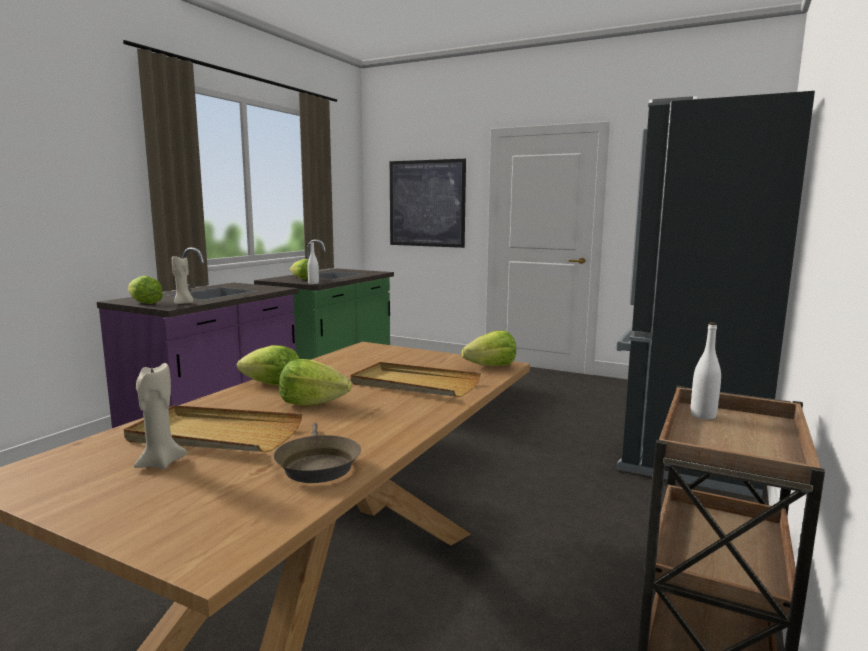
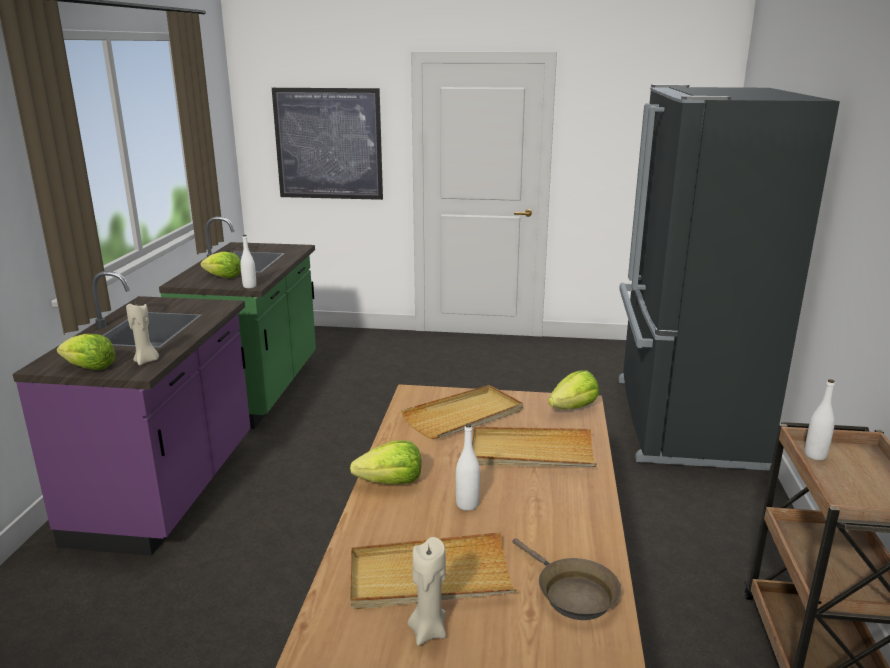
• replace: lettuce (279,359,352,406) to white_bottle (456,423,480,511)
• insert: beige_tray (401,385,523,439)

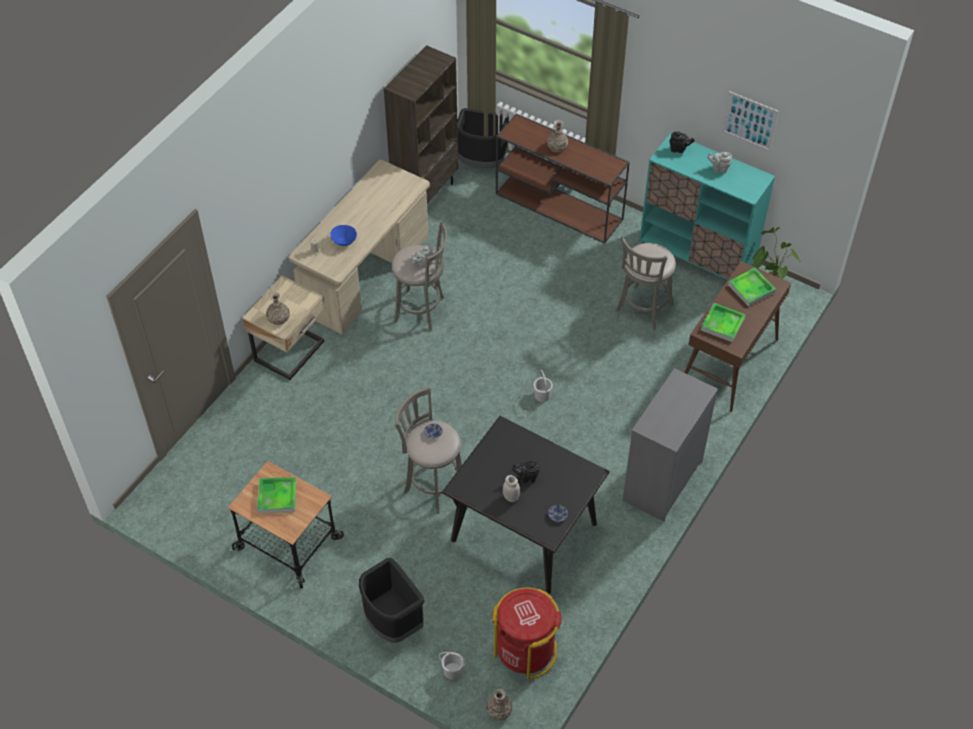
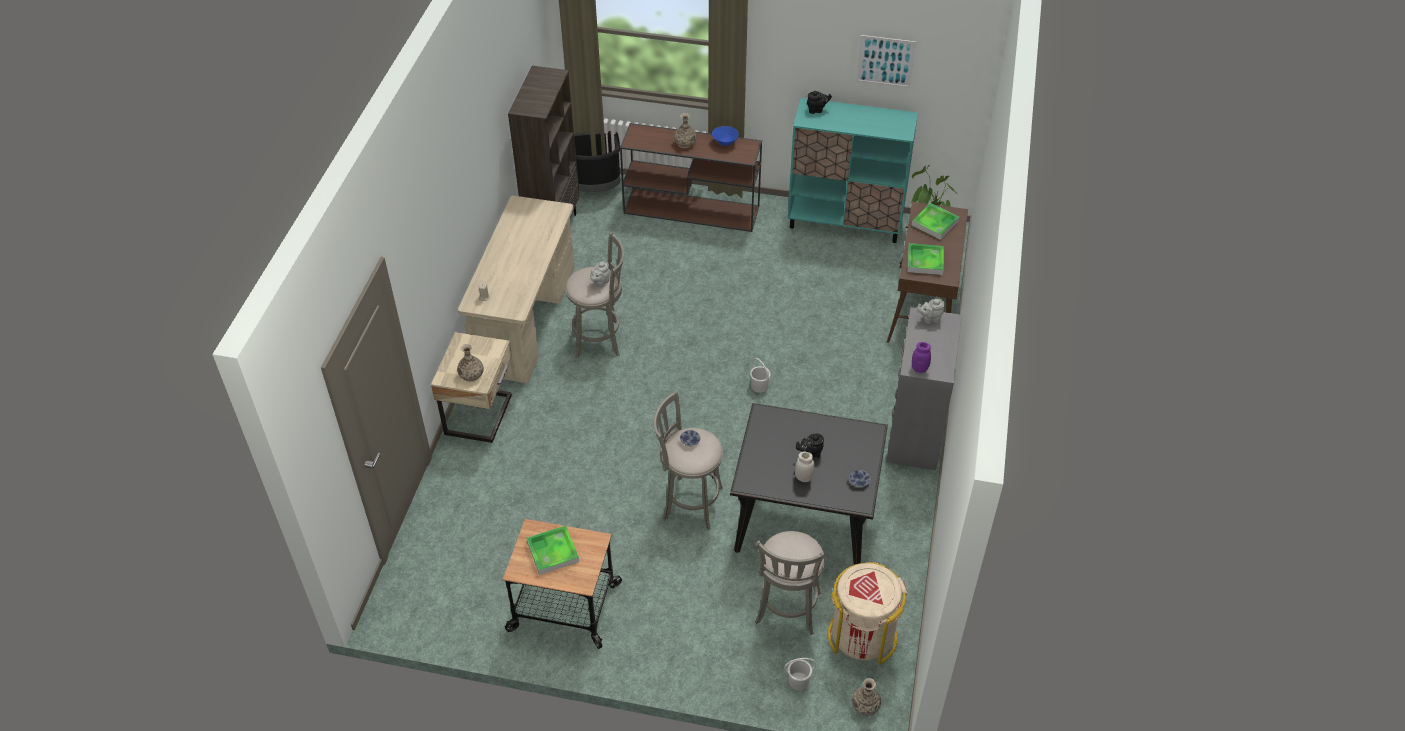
• move: blue_bowl (330,225,357,246) to (712,126,739,146)
• delete: black_trash_can (359,558,424,643)
• recolor: red_trash_can (492,588,562,680) to beige_trash_can (828,562,907,664)
• move: grey_stool (615,235,676,330) to (755,531,825,635)
• move: grey_teapot (707,152,732,173) to (917,299,945,324)
• insert: purple_jar (912,342,931,373)

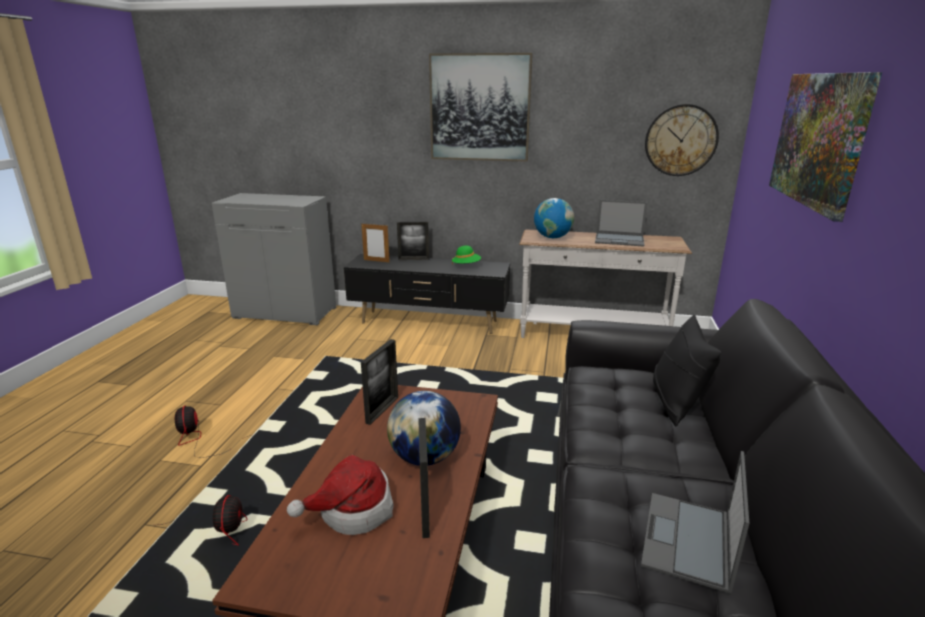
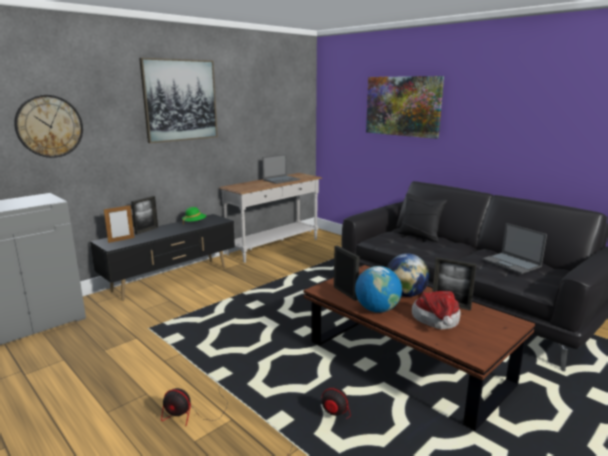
• move: globe (534,198,574,238) to (355,266,402,313)
• move: wall_clock (645,104,719,176) to (14,95,83,158)

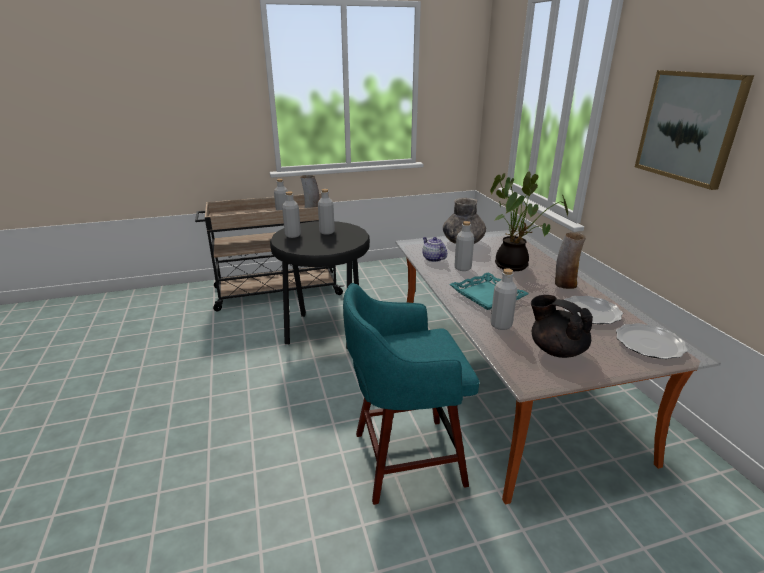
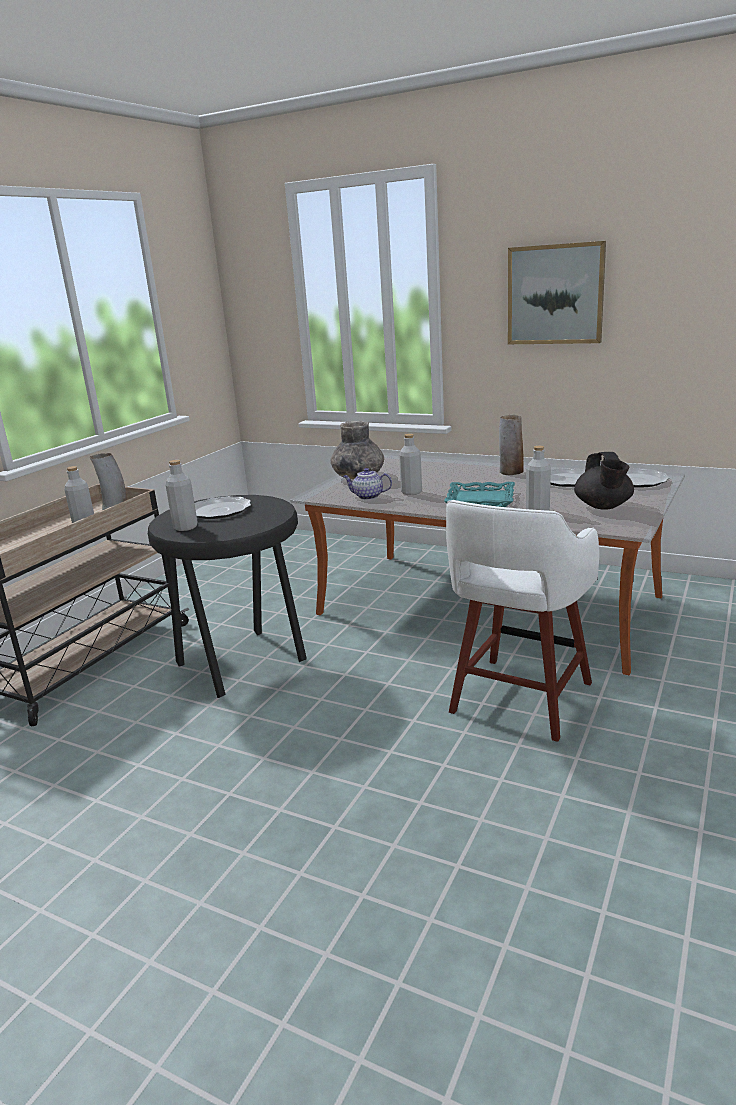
• replace: grey_bottle (318,189,335,235) to plate (195,496,251,519)
• recolor: turquoise_stool (343,283,479,505) to white_stool (446,500,599,742)
• delete: potted_plant (490,172,568,271)
• rotate: black_teapot (531,295,593,358) = (574,452,634,510) 90 degrees counterclockwise

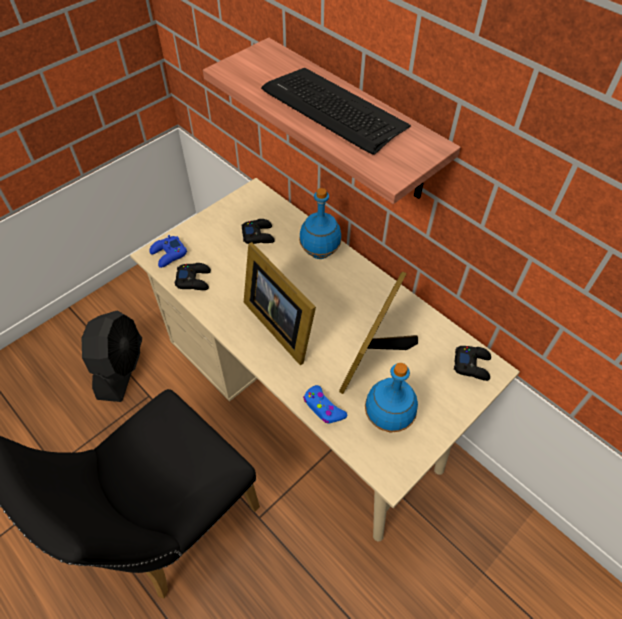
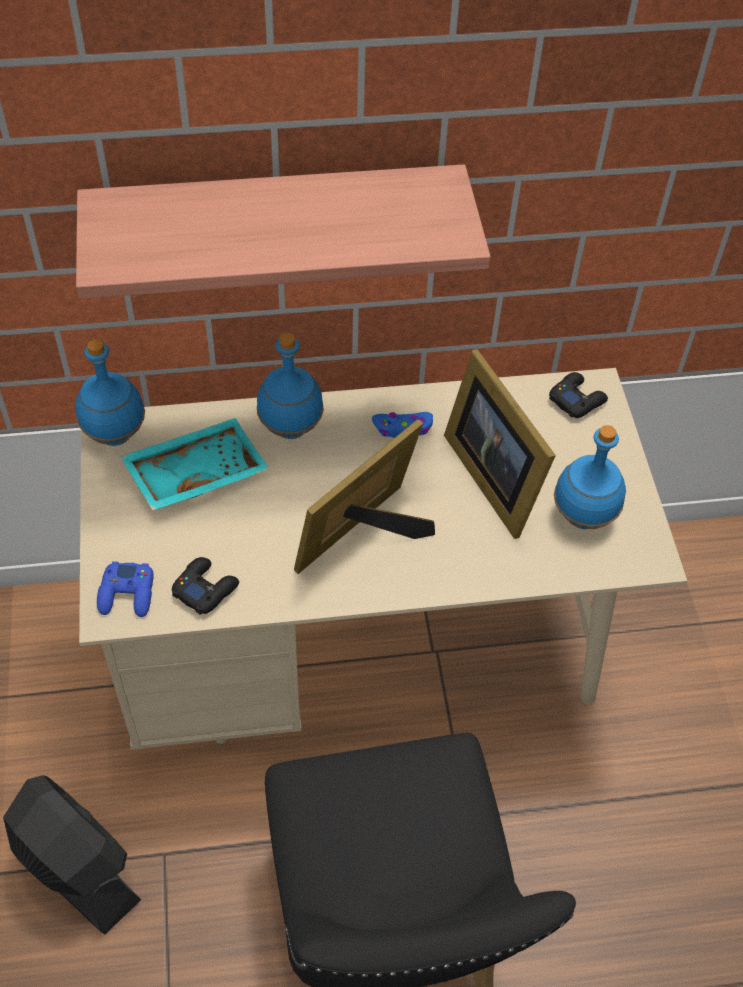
• replace: black_game_controller (242,219,275,244) to turquoise_tray (120,418,269,511)
• rotate: picture_frame (244,242,316,365) = (294,420,435,574) 135 degrees clockwise
• delete: keyboard (261,68,411,155)
• move: blue_game_controller (303,385,347,424) to (372,412,433,438)
• insert: blue_bottle (75,339,145,446)

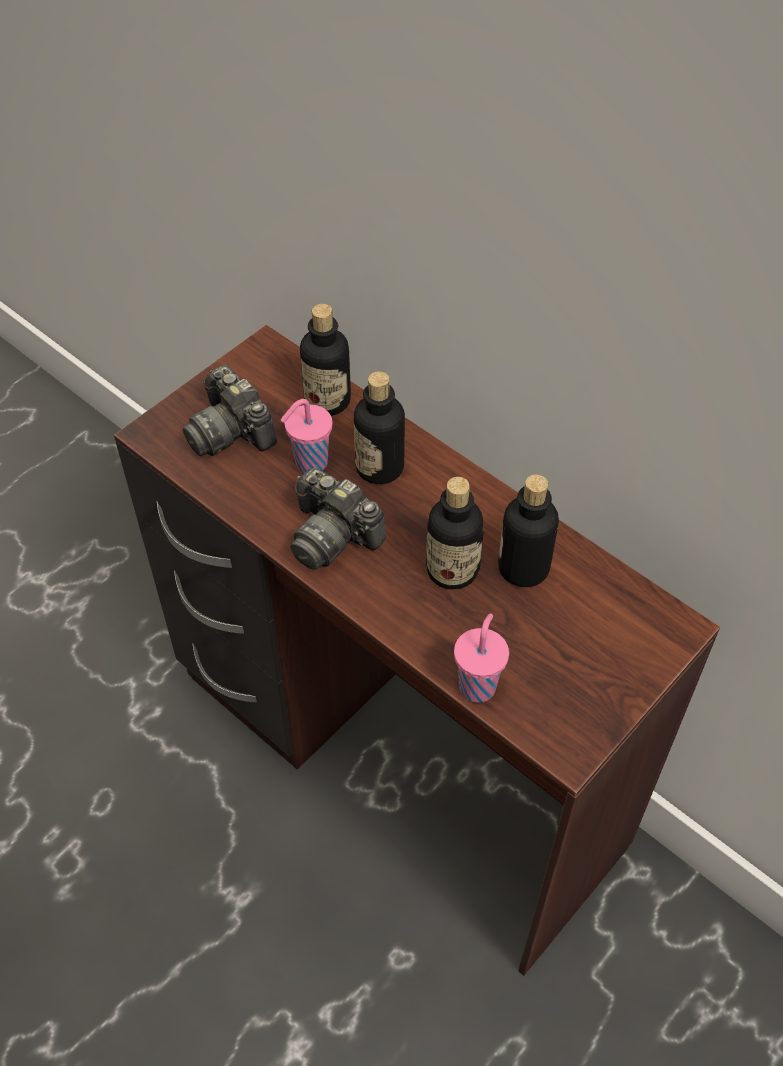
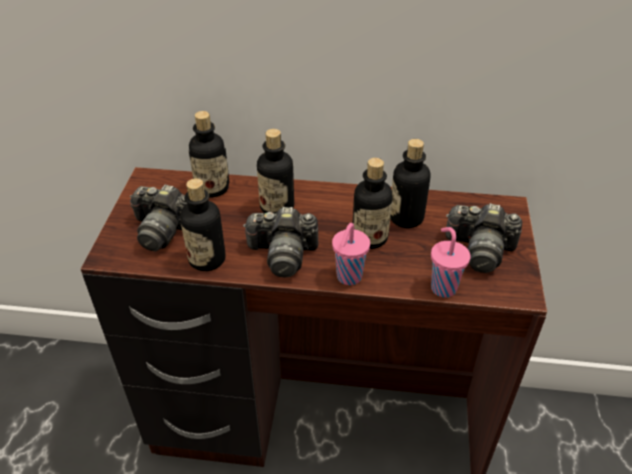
• move: pink_cup (281,399,333,473) to (332,223,370,285)
• insert: bottle (180,178,226,271)
• insert: photo_camera (445,203,522,273)

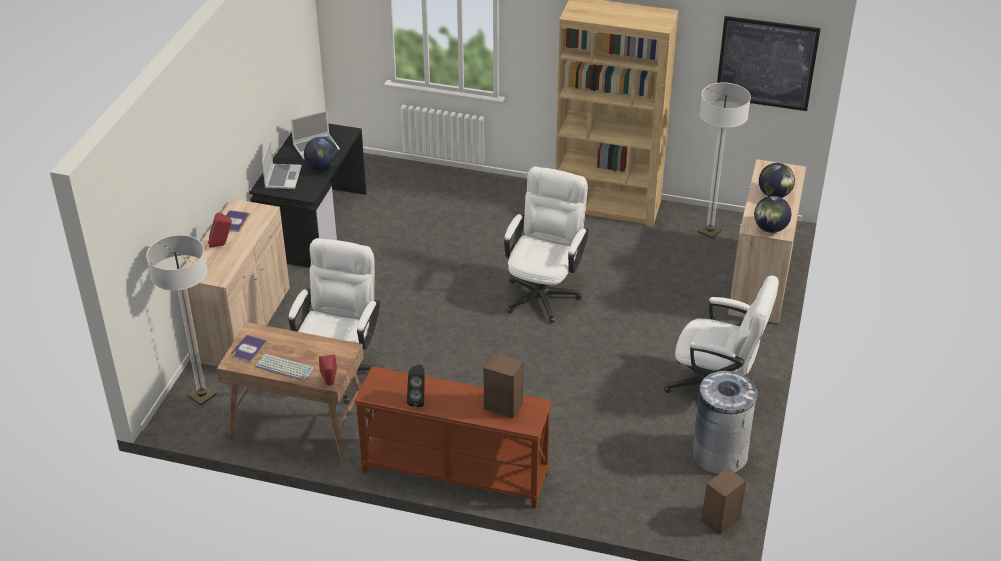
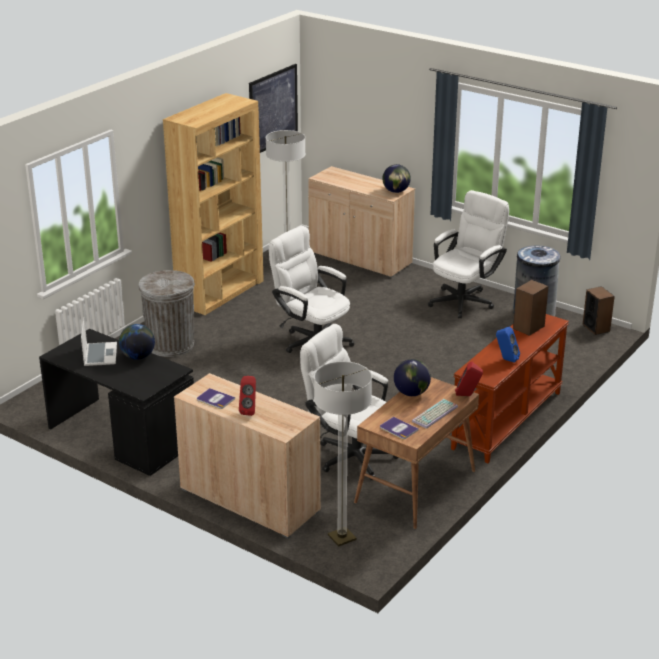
• delete: laptop (262,140,302,189)
• recolor: black_speaker (407,365,425,407) to blue_speaker (496,327,520,363)
• move: globe (759,163,795,198) to (394,359,431,396)
• insert: grey_trash_can (138,270,195,357)

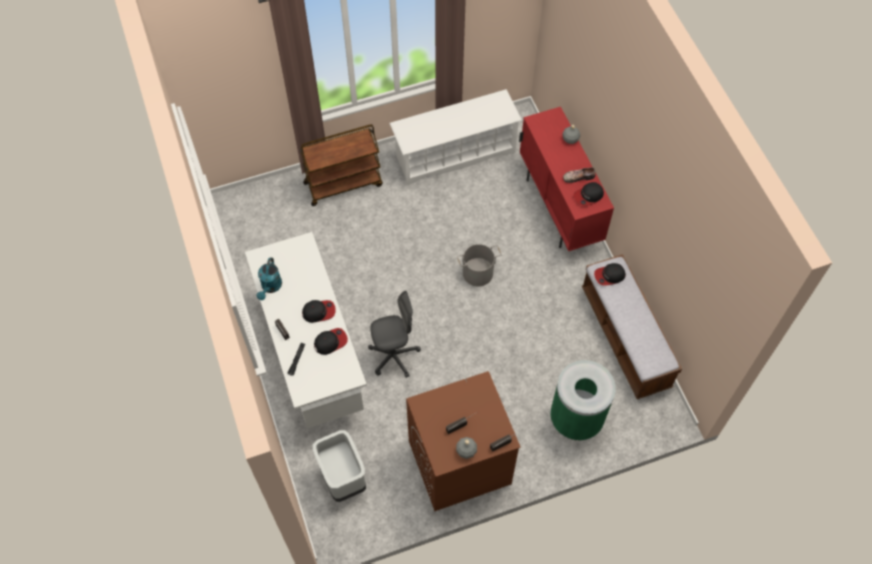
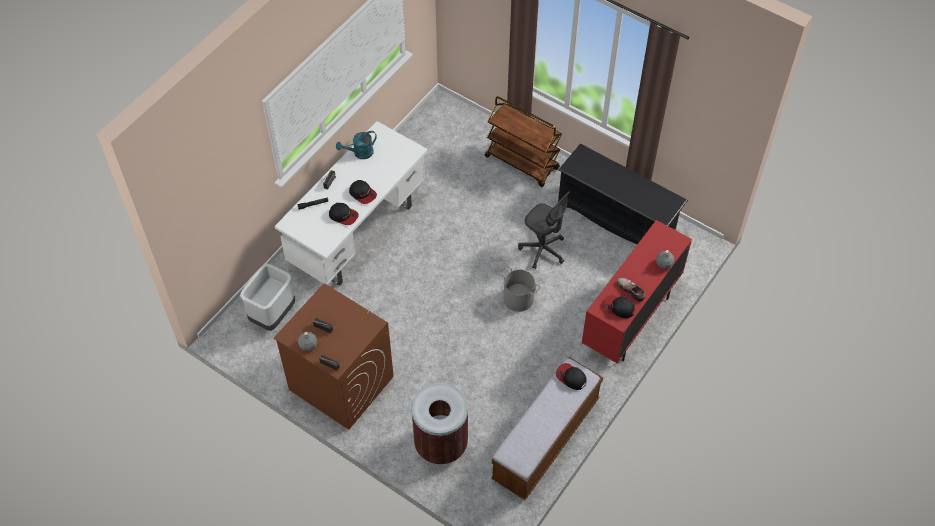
• move: grey_office_chair (368,291,421,378) to (518,192,570,269)
• recolor: white_shoe_rack (389,89,522,185) to black_shoe_rack (558,144,688,244)
• recolor: green_trash_can (550,360,616,440) to brown_trash_can (411,383,468,465)

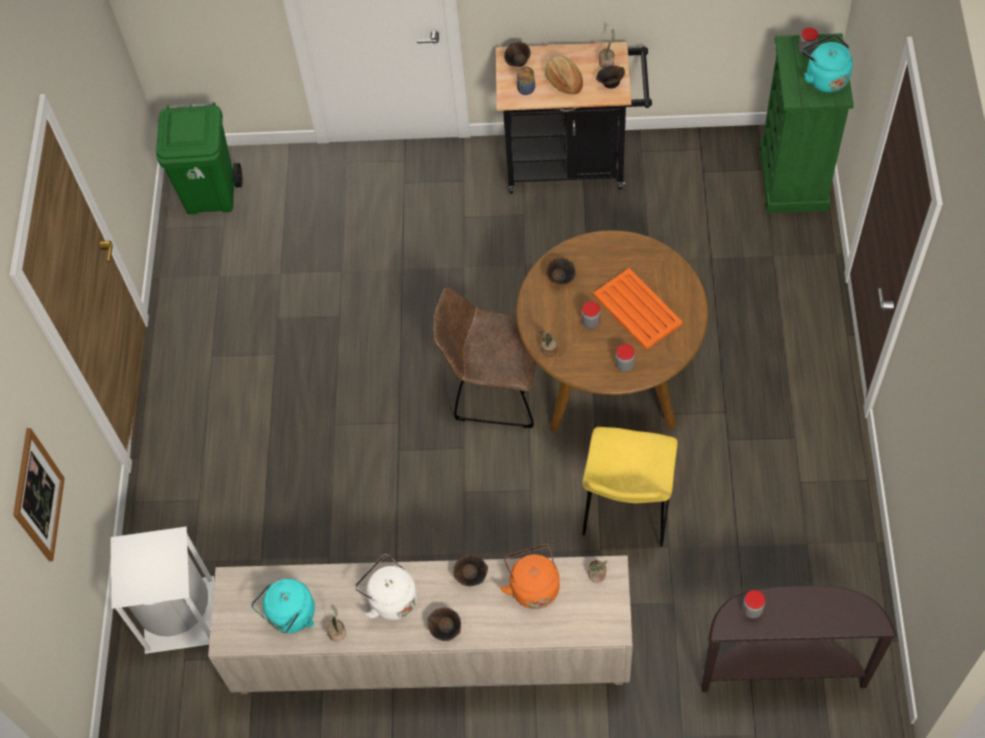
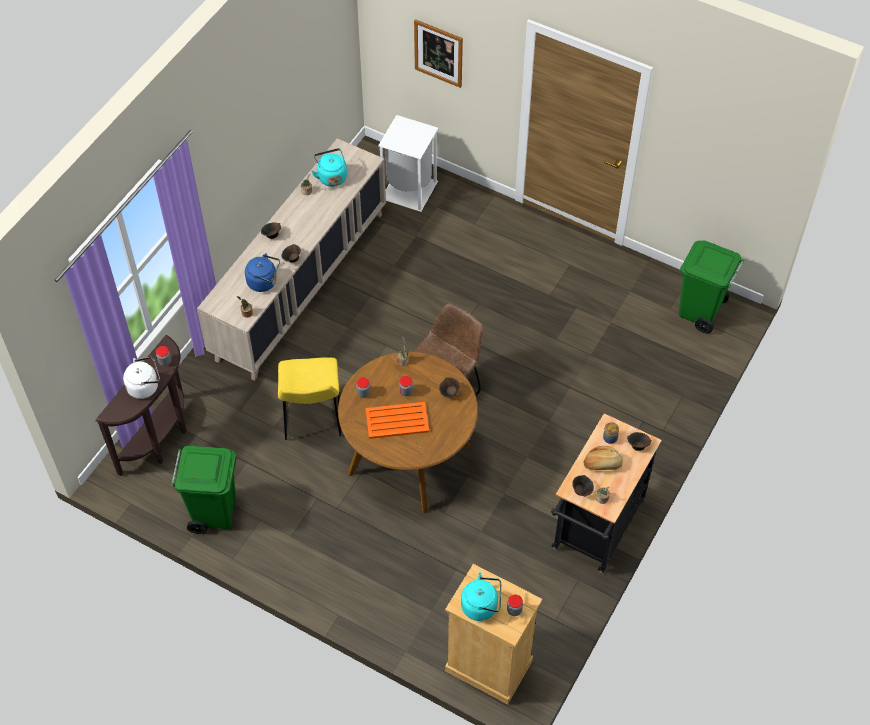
• move: white_kettle (355,554,417,620) to (123,357,160,399)
• recolor: orange_kettle (500,544,560,609) to blue_kettle (245,253,280,292)
• rotate: yellow_chair (582,427,678,547) = (278,357,341,440) 135 degrees counterclockwise
• recolor: green_dresser (759,33,854,213) to beige_dresser (445,564,542,705)
• insert: green_trash_can (171,446,237,534)

